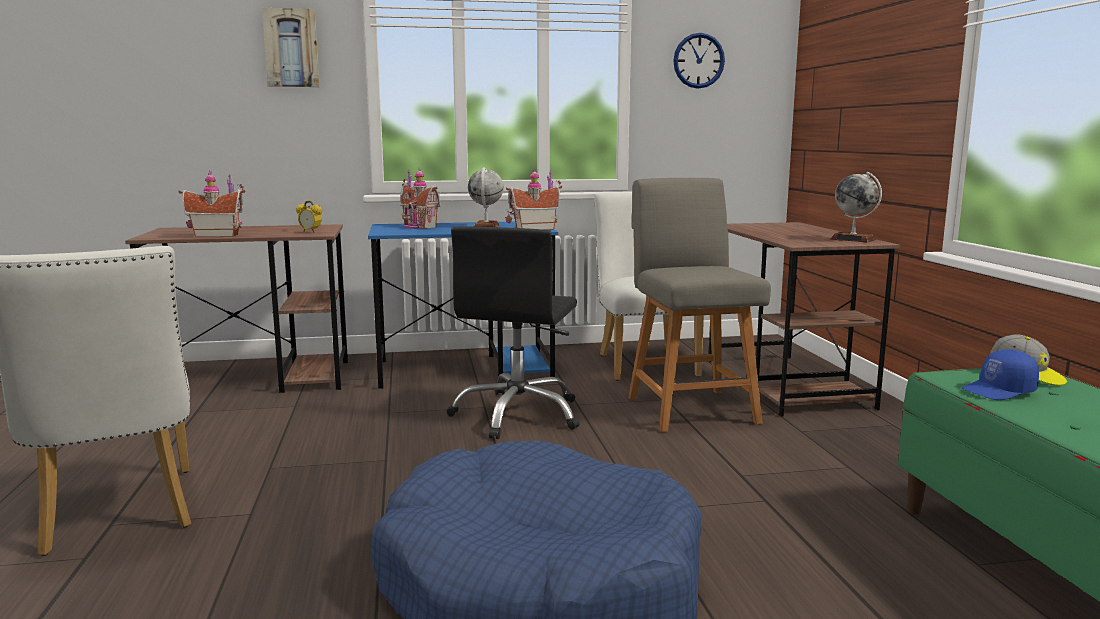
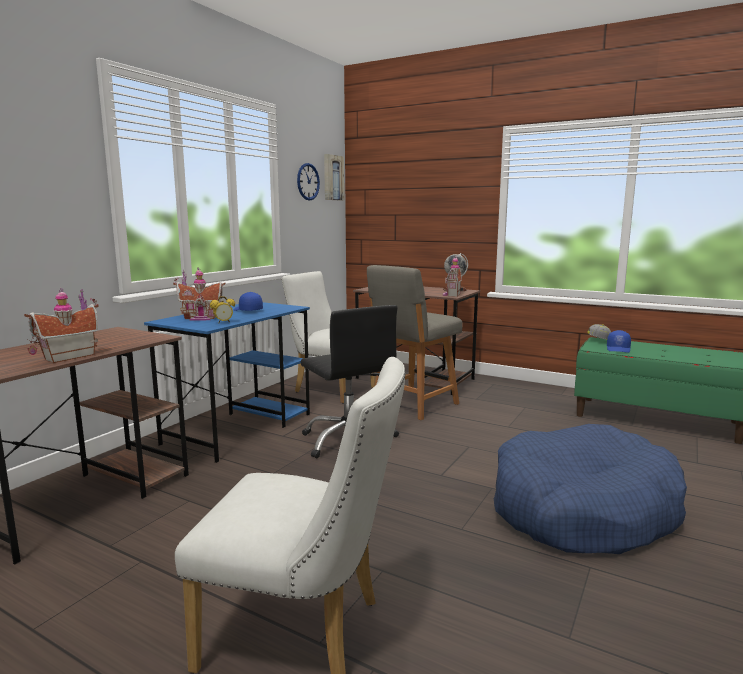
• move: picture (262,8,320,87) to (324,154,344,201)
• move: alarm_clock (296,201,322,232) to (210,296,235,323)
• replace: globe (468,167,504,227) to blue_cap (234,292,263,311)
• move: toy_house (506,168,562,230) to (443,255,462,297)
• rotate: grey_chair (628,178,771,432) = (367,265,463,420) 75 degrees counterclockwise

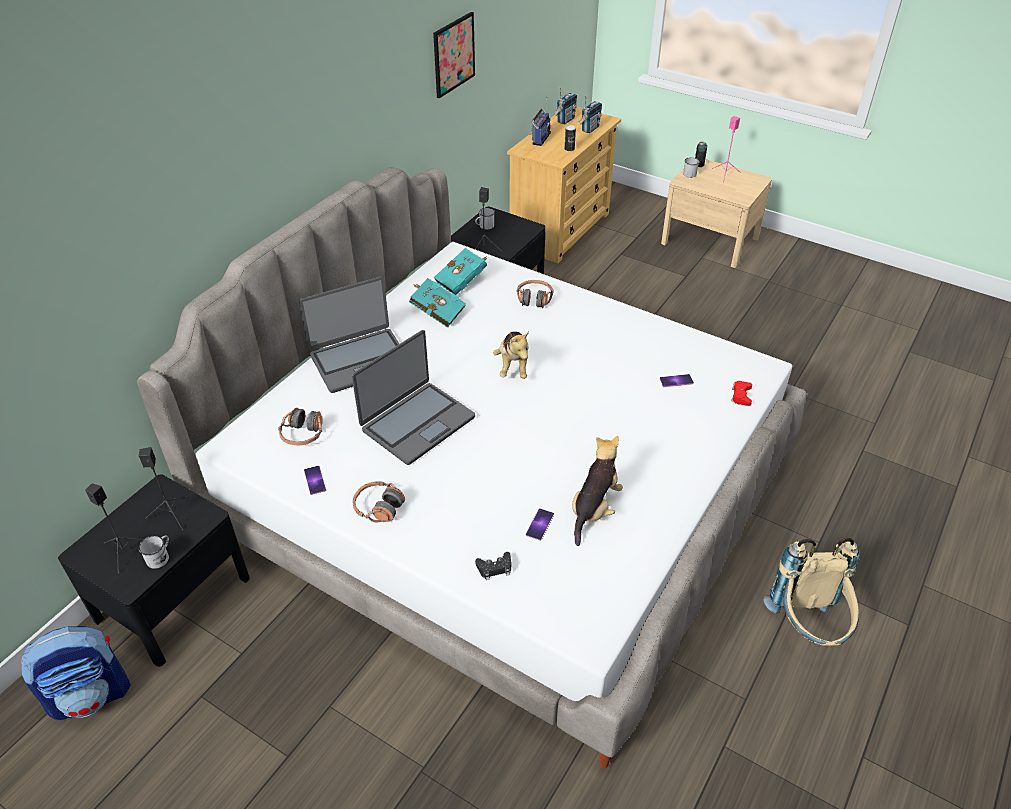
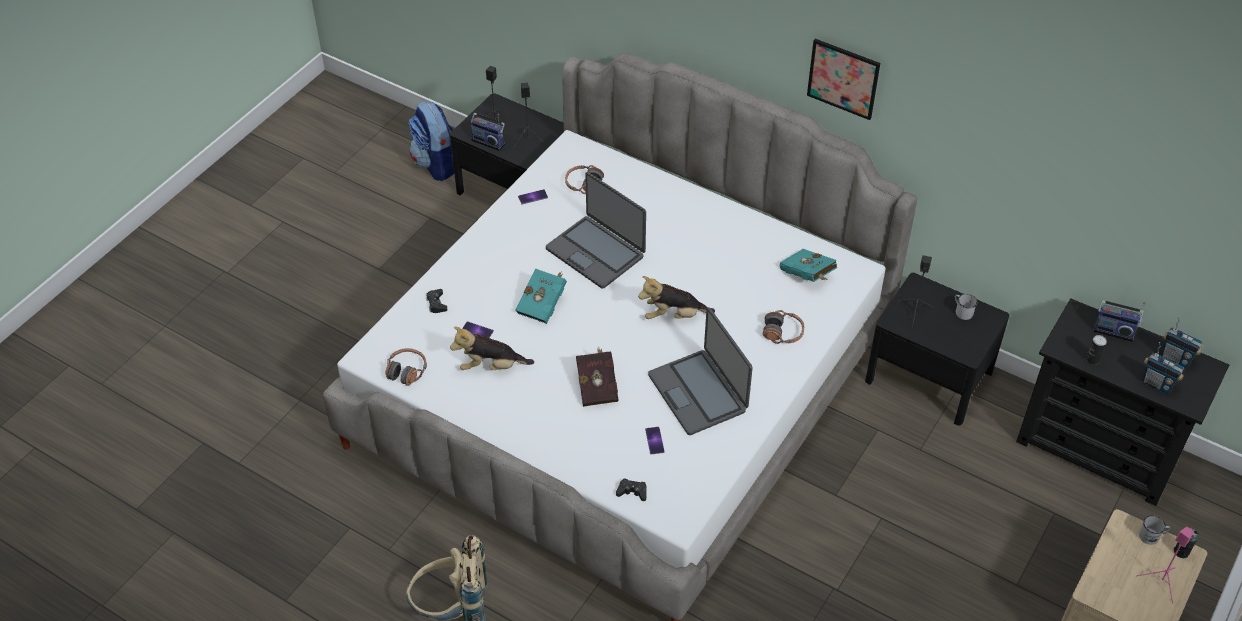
• replace: white_mug (139,535,169,569) to radio (471,113,505,151)
• move: laptop (299,276,400,393) to (648,307,753,435)
• move: headphones (353,481,405,522) to (386,348,427,386)
• move: turquoise_book (409,278,466,328) to (515,268,566,324)
• move: picture (433,12,475,98) to (807,39,880,120)
• recolor: beige_dresser (507,107,621,264) to black_dresser (1016,298,1229,506)
• rotate: plush_toy (572,436,623,546) = (450,327,534,370) 150 degrees clockwise
• recolor: red_game_controller (732,381,752,406) to black_game_controller (616,479,647,501)
• insert: red_book (576,347,619,407)

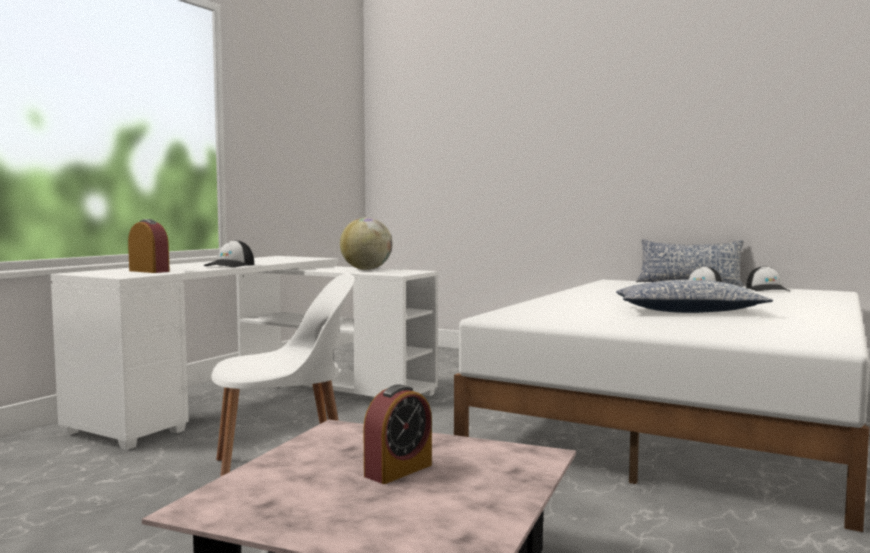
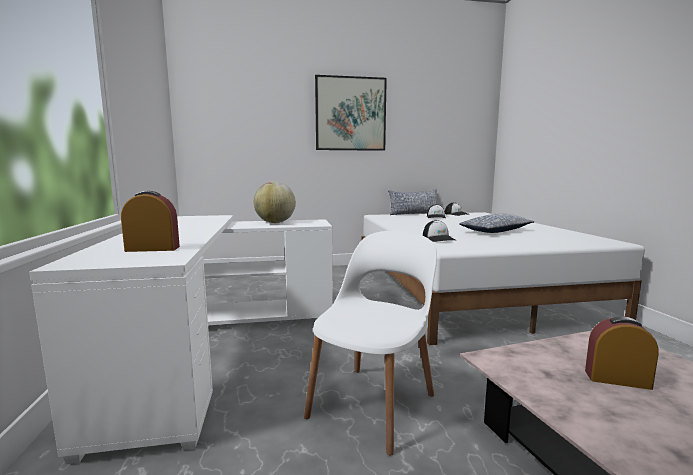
• move: cap (204,240,254,267) to (423,220,457,242)
• rotate: alarm_clock (363,384,432,484) = (585,317,658,390) 75 degrees counterclockwise
• insert: picture (315,75,387,151)

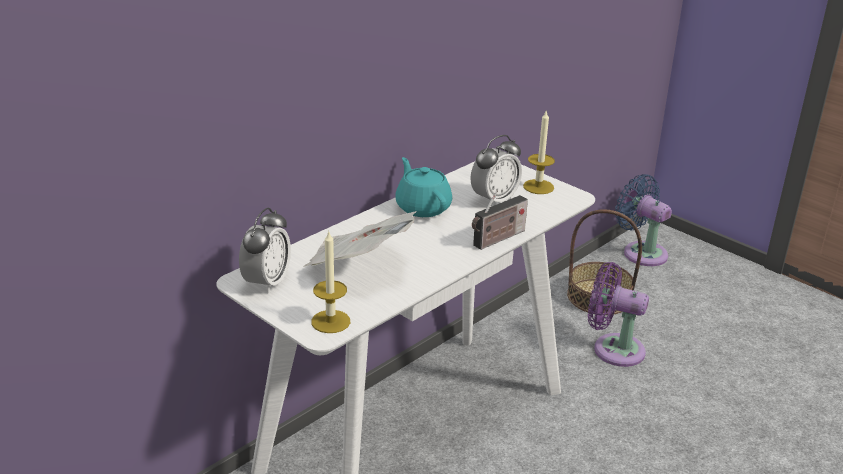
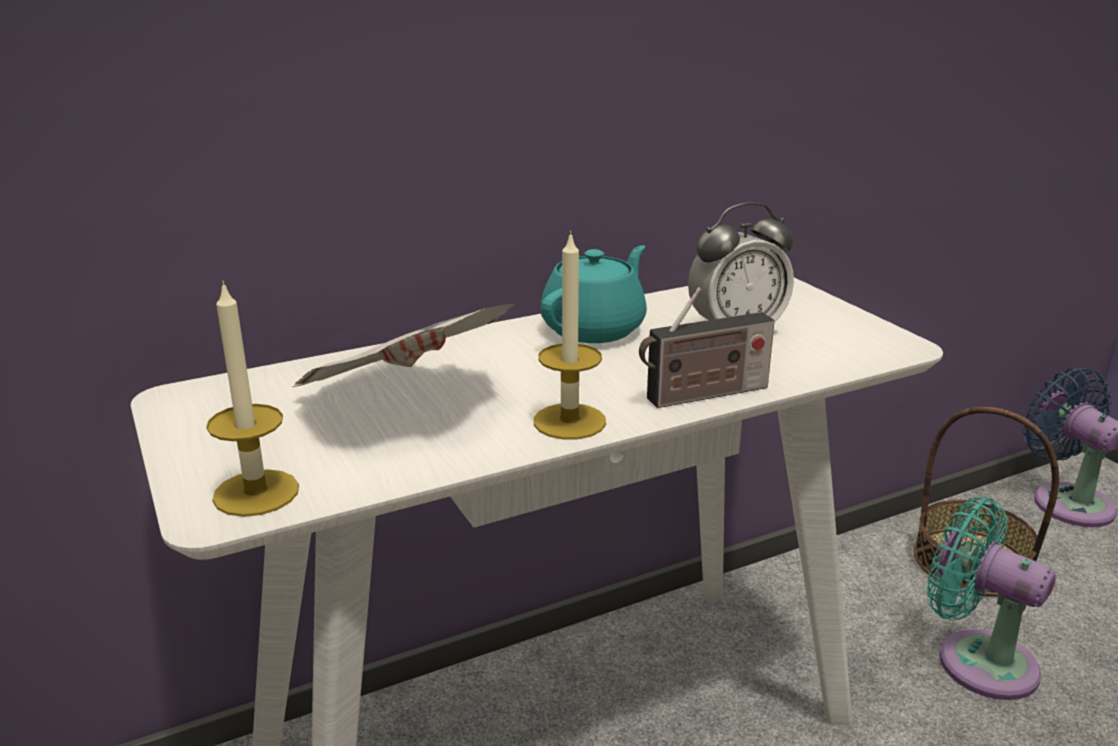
• delete: alarm_clock (239,208,291,294)
• rotate: turquoise_teapot (395,157,452,217) = (541,245,647,343) 45 degrees clockwise
• move: candle (523,111,555,194) to (534,231,606,440)
• recolor: purple_fan (588,262,649,367) to turquoise_fan (927,497,1056,700)

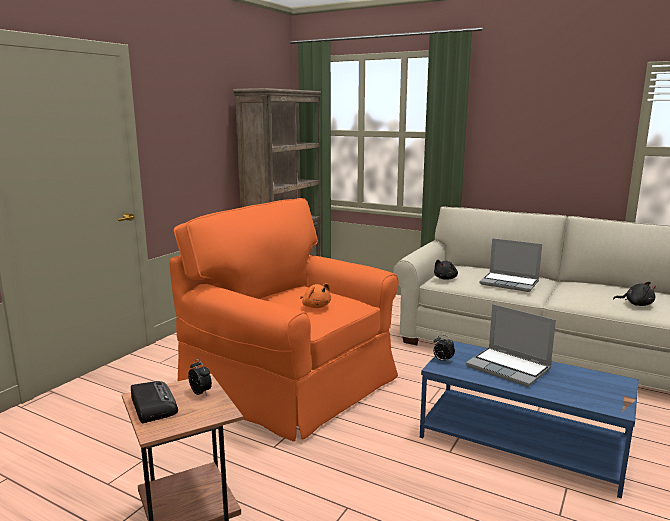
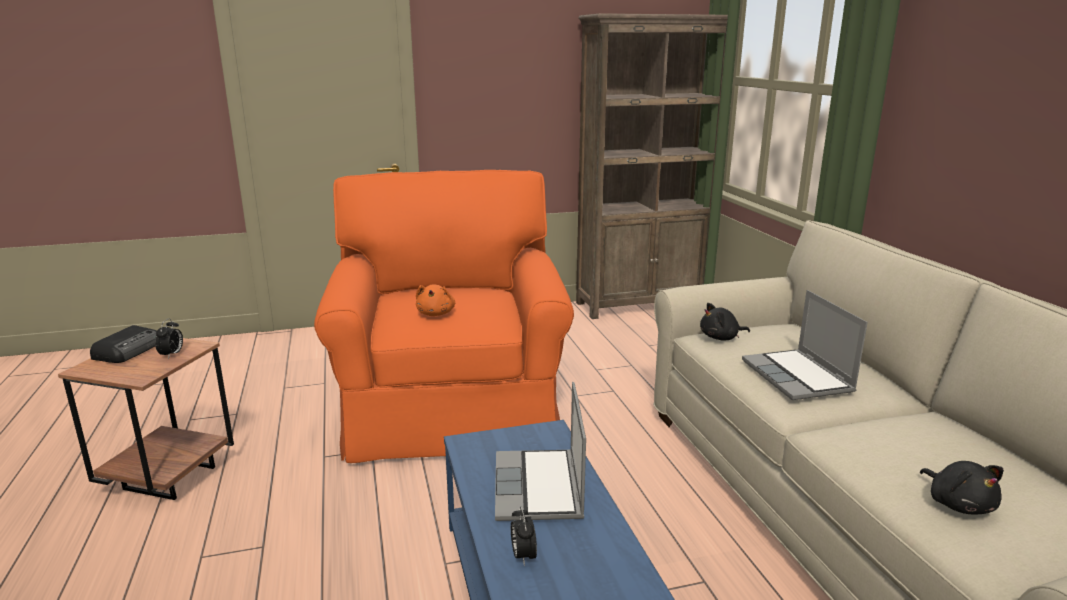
• move: alarm_clock (433,335,455,363) to (511,506,537,566)

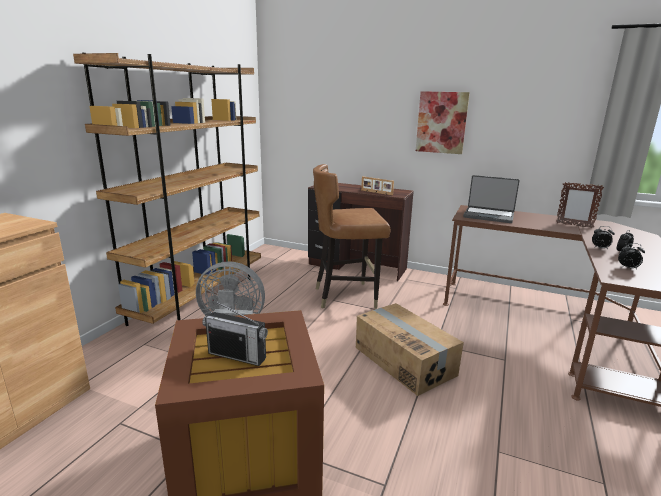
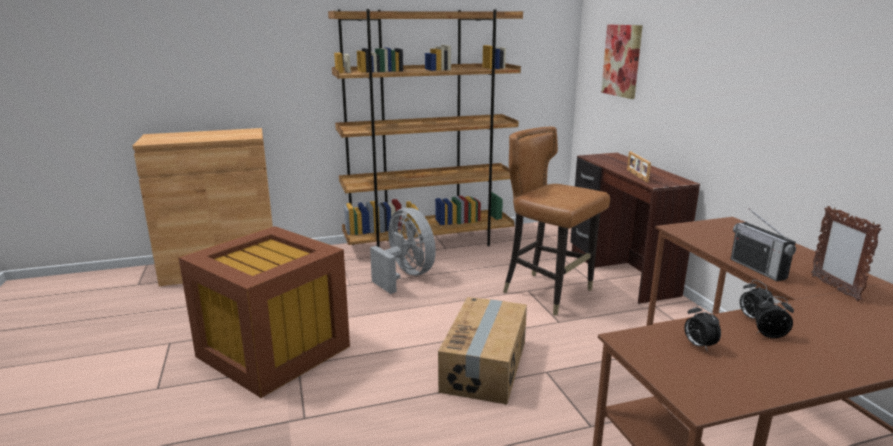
• move: radio (202,300,268,366) to (731,209,796,281)
• move: picture (416,91,470,154) to (601,25,643,99)
• delete: laptop (463,175,520,223)

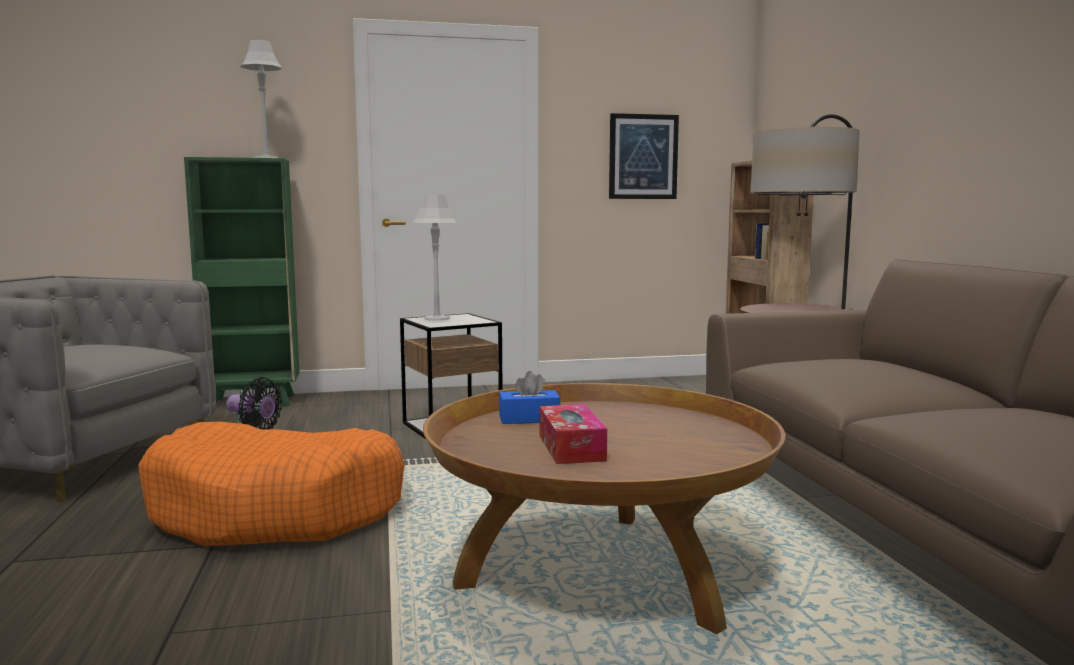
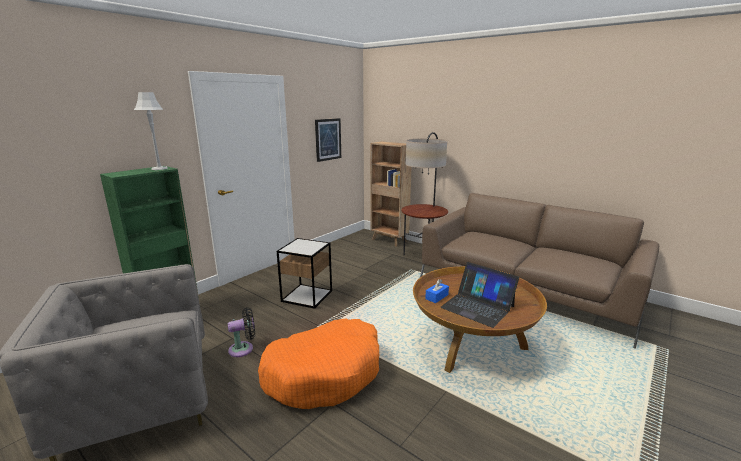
• delete: grey_table_lamp (413,195,456,321)
• replace: tissue_box (539,404,607,464) to laptop (440,262,519,328)

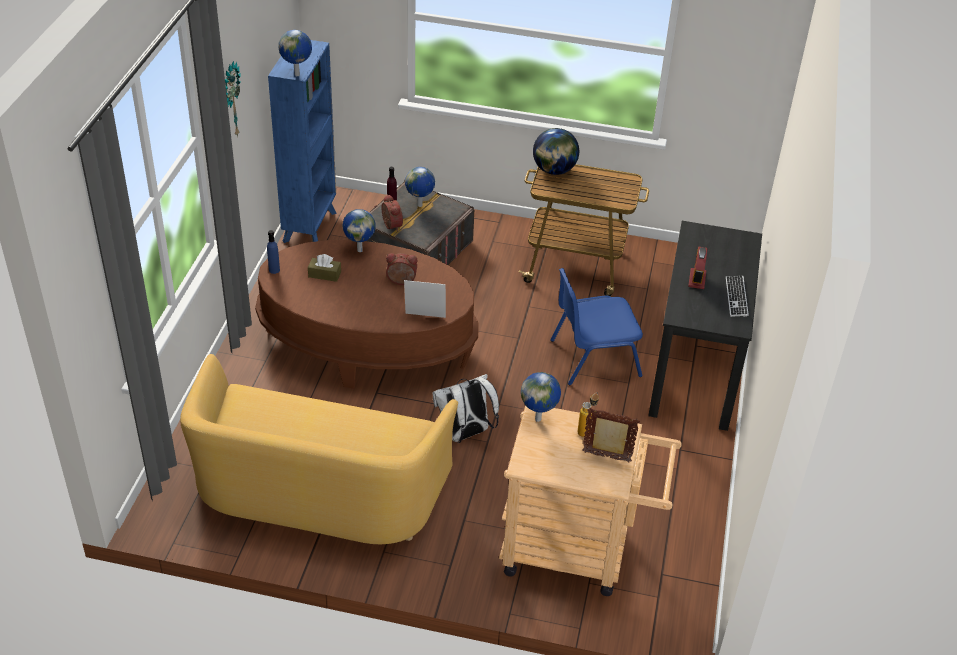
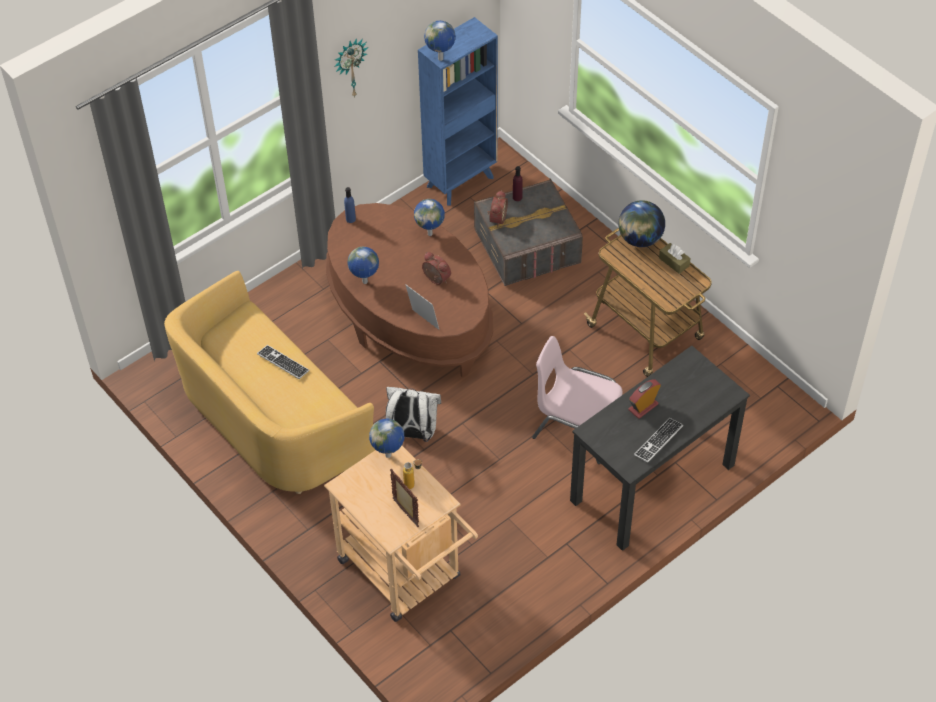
• move: brown_tissue_box (308,254,341,282) to (659,243,691,274)
• move: globe (405,167,435,207) to (348,247,379,284)
• recolor: blue_chair (550,268,643,385) to pink_chair (532,336,622,464)
• insert: keyboard (257,345,309,379)

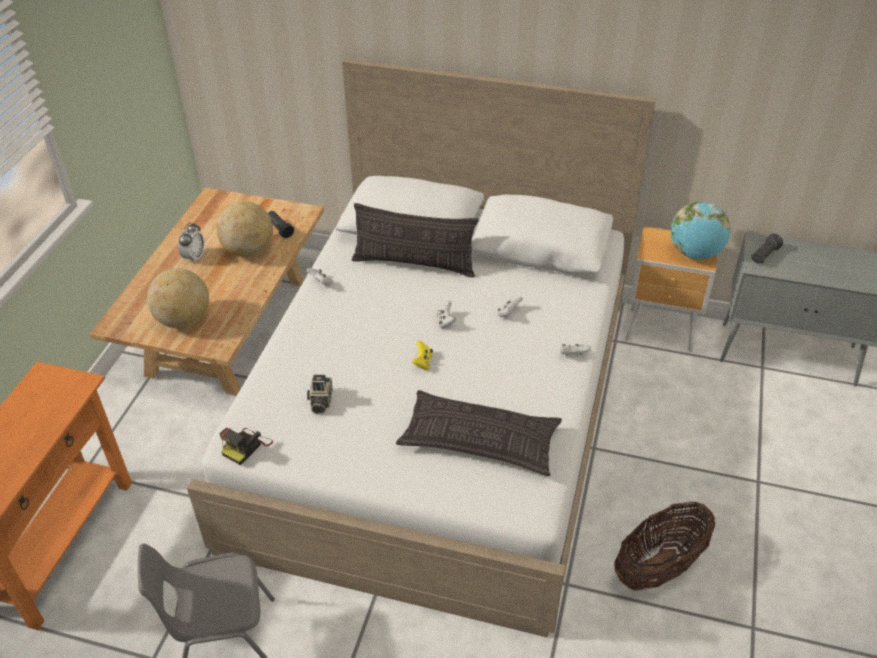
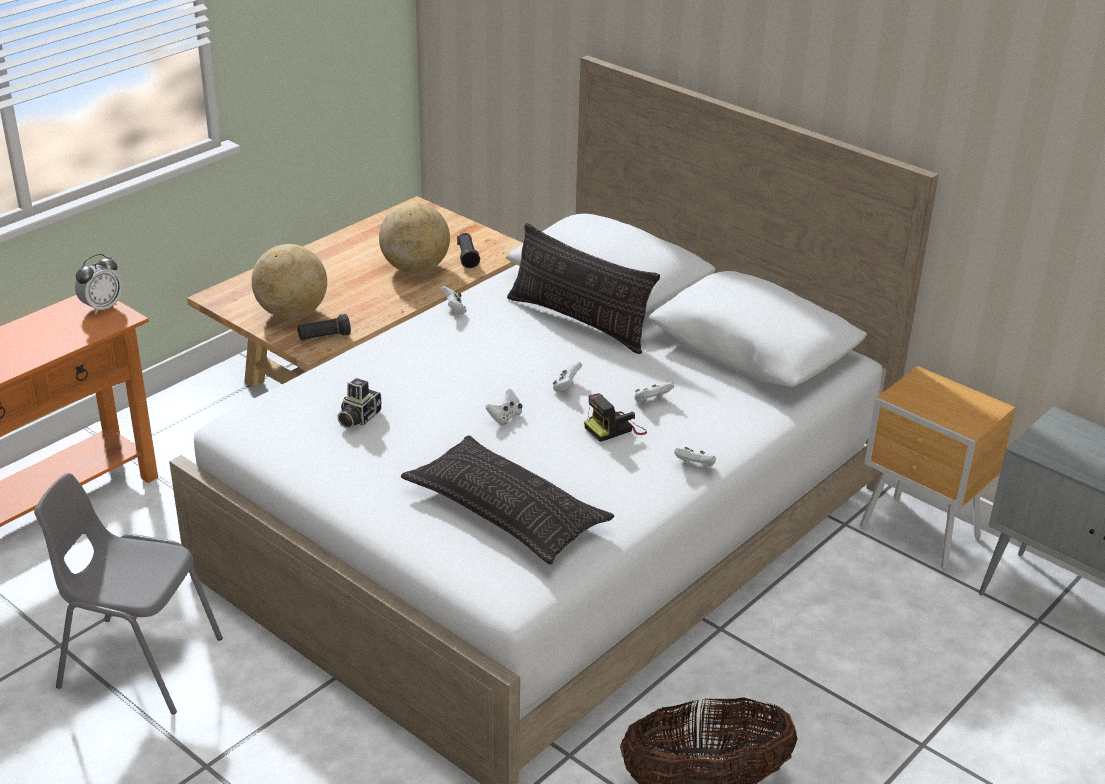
• move: alarm_clock (178,223,205,263) to (75,254,122,315)
• move: photo_camera (219,428,273,465) to (584,393,647,442)
• recolor: yellow_game_controller (412,341,433,370) to white_game_controller (486,389,522,425)
• delete: globe (671,201,731,260)
• move: black_flashlight (752,234,783,264) to (297,314,351,341)

